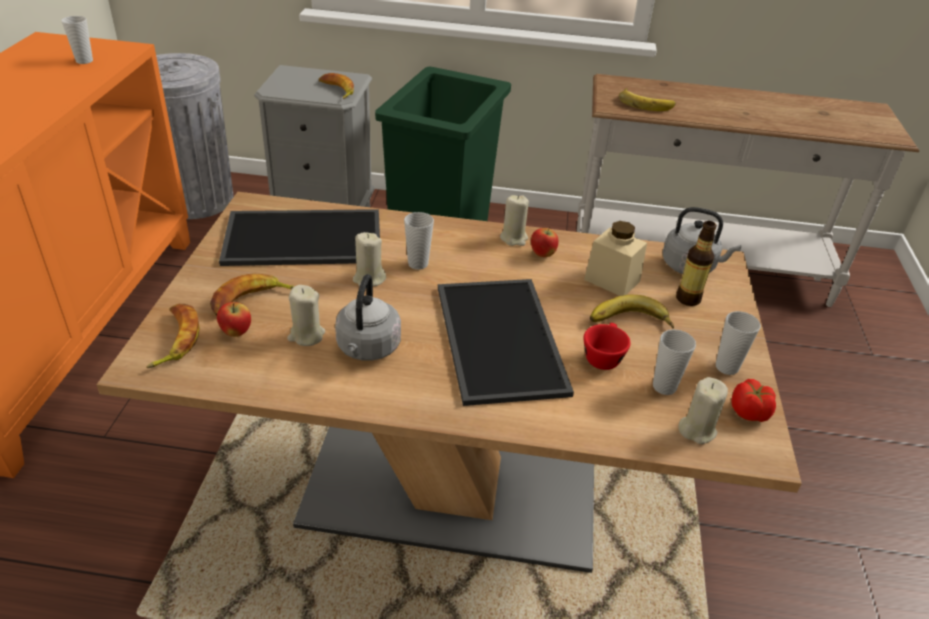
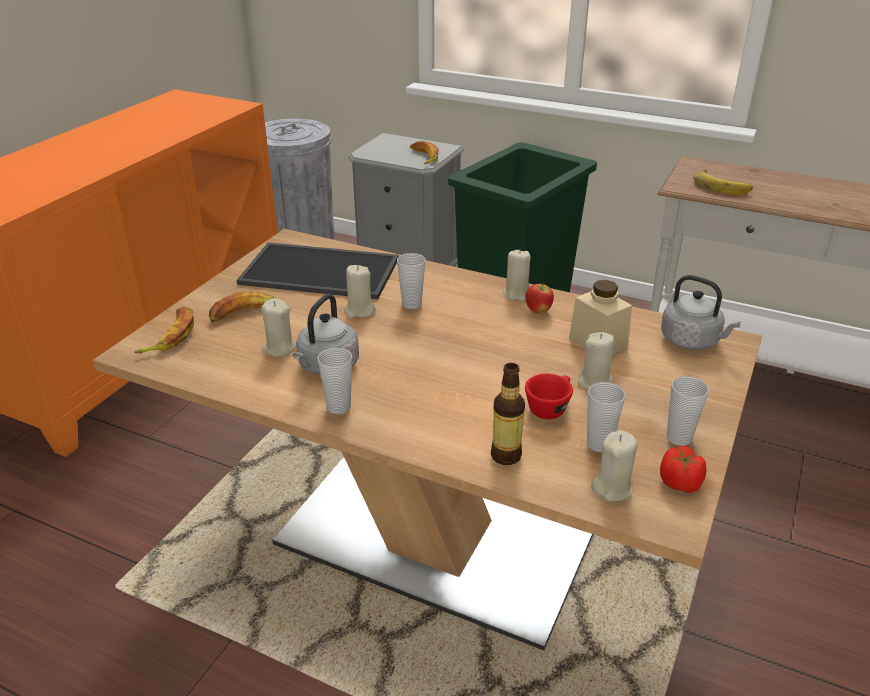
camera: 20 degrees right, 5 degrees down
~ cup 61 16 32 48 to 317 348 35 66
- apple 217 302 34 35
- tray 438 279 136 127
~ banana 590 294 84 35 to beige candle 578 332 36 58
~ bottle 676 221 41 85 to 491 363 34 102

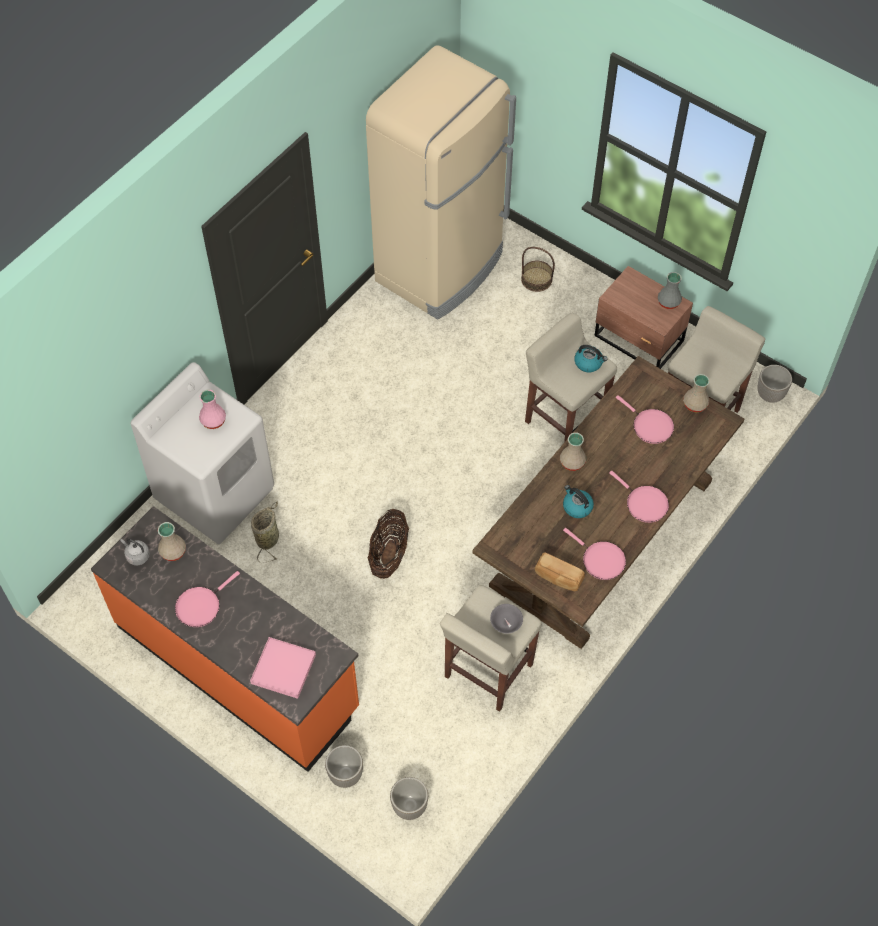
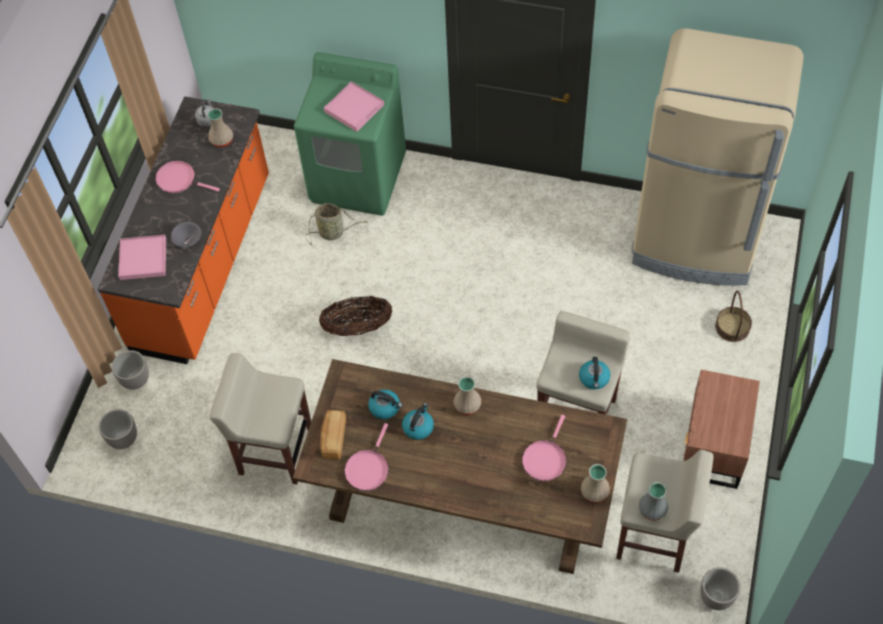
camera: 70 degrees right, 0 degrees up
~ white washing machine 131 362 143 182 to green washing machine 294 52 112 164
~ pink vase 199 389 27 40 to pink tray 324 82 60 50
~ grey bowl 490 604 33 30 to 171 222 30 25
- pink frying pan 609 471 60 52
~ grey vase 658 272 24 37 to 639 482 29 39
+ kettle 368 389 35 30

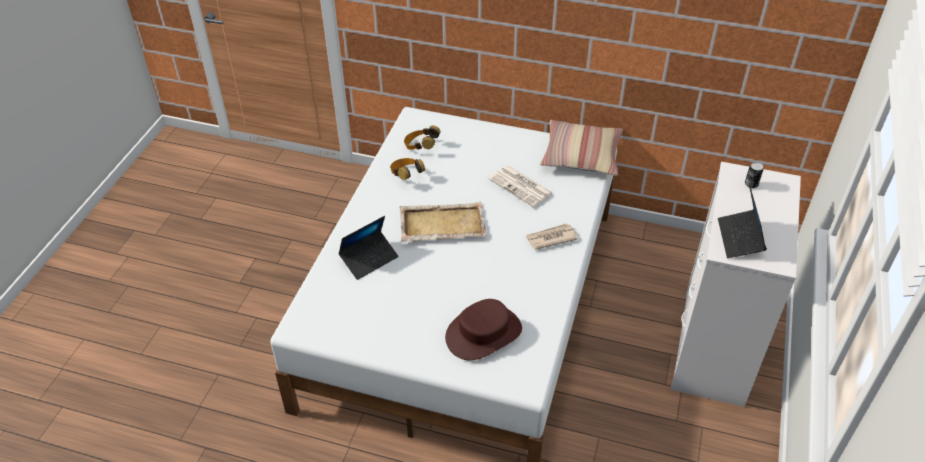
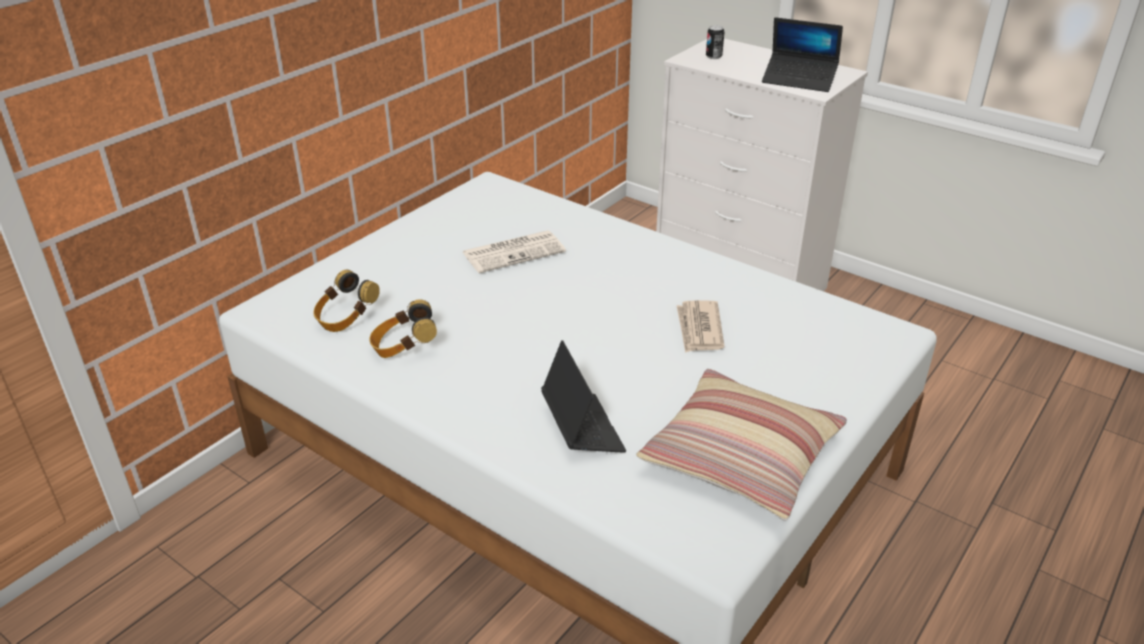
camera: 70 degrees left, 10 degrees down
- beige tray 400 202 87 40
- brown hat 445 299 77 61
~ newspaper 526 223 52 27 to 677 300 48 53
~ pillow 540 120 83 56 to 636 369 211 151

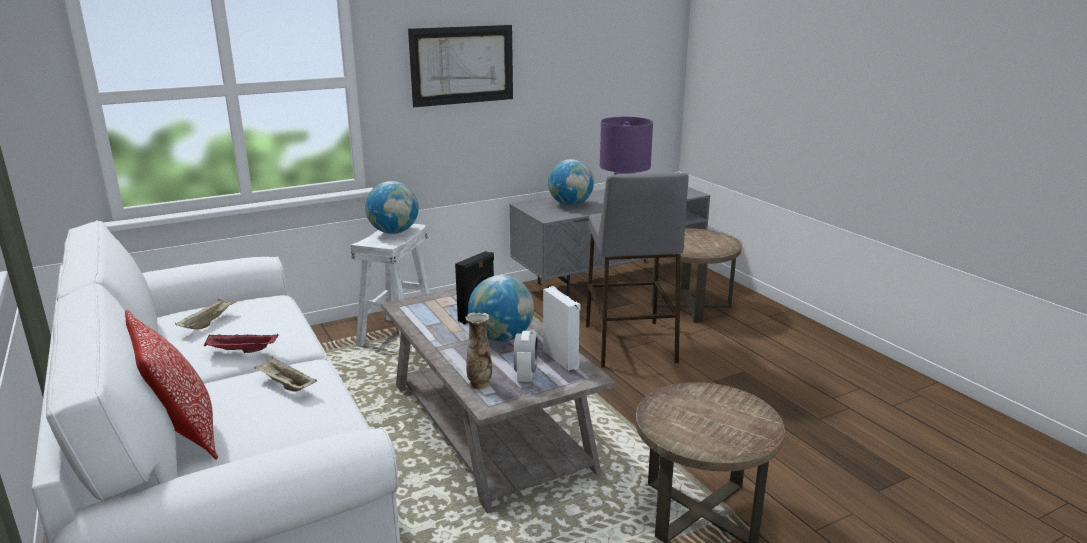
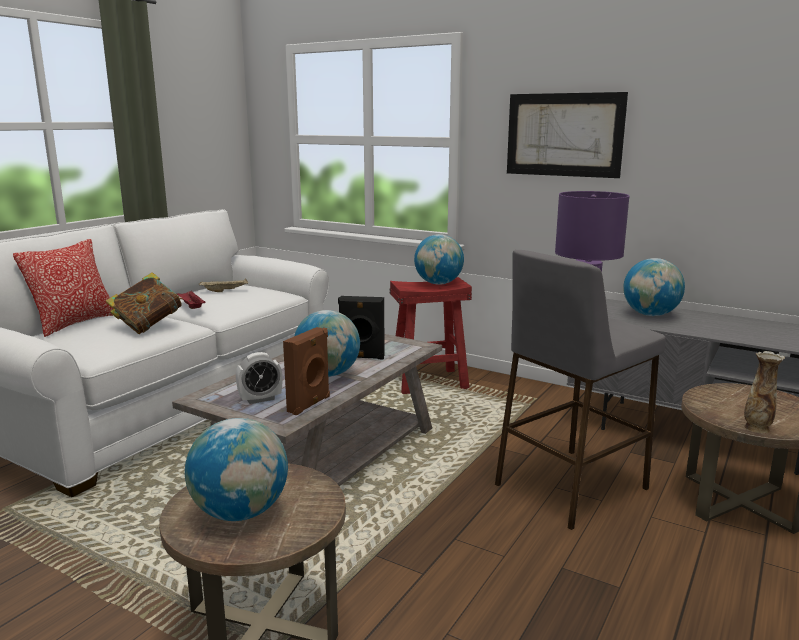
camera: 60 degrees right, 5 degrees down
~ beige tray 254 357 63 35 to book 106 272 77 62
~ white stool 351 224 80 126 to red stool 389 277 83 117
~ vase 465 312 27 77 to 744 351 41 82
~ white speaker 543 286 38 85 to brown speaker 283 327 47 89
+ globe 185 418 103 103

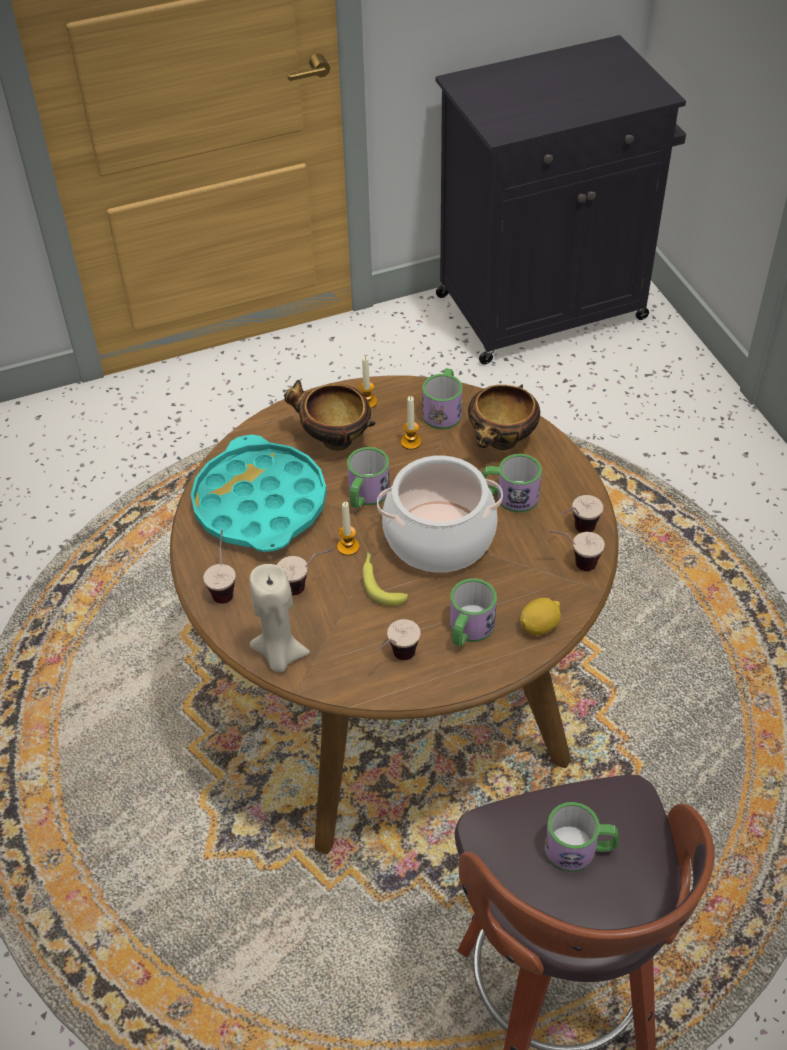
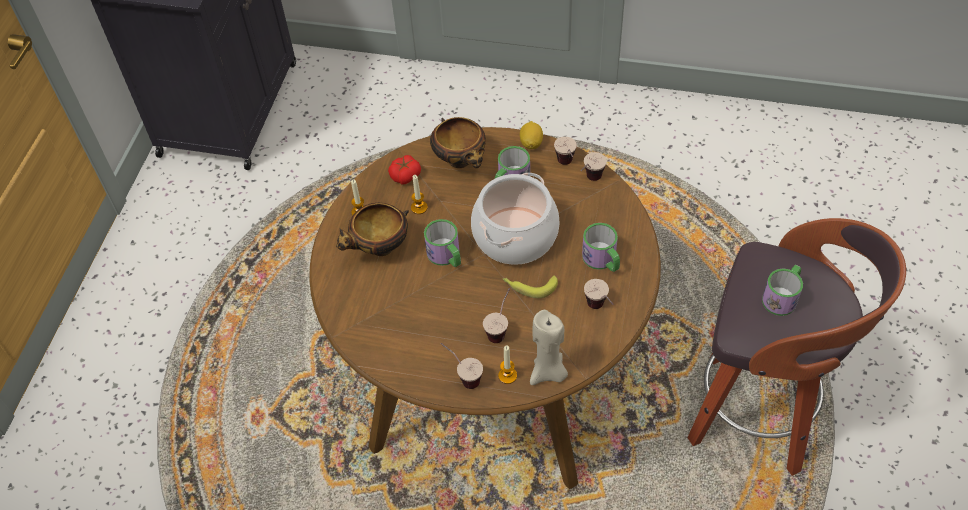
camera: 55 degrees left, 5 degrees up
- turquoise tray 191 435 135 117
~ candle 337 502 23 54 to 498 345 19 39
~ mug 422 368 40 61 to tomato 388 155 33 30
~ lemon 520 598 41 37 to 520 121 23 28

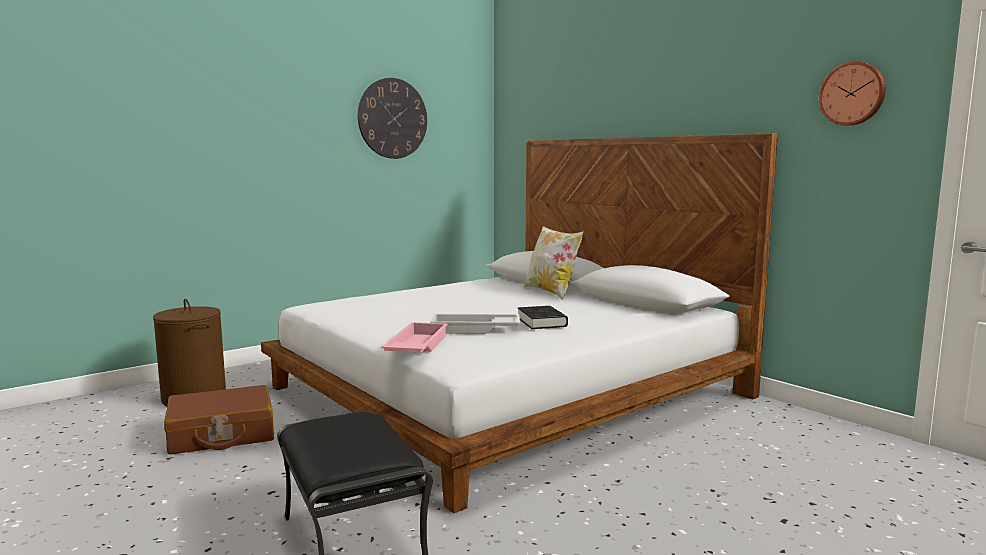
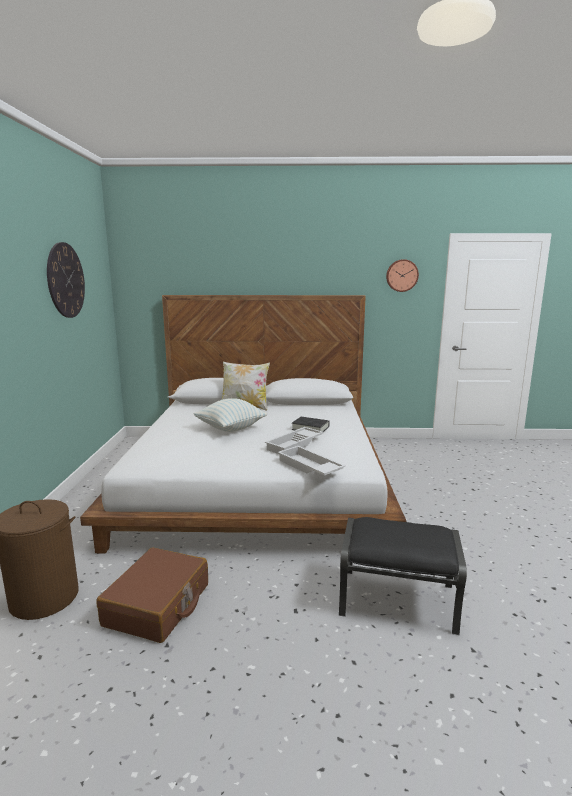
camera: 50 degrees left, 5 degrees up
~ pink tray 381 322 67 31 to white tray 277 446 69 29
+ pillow 193 398 74 34

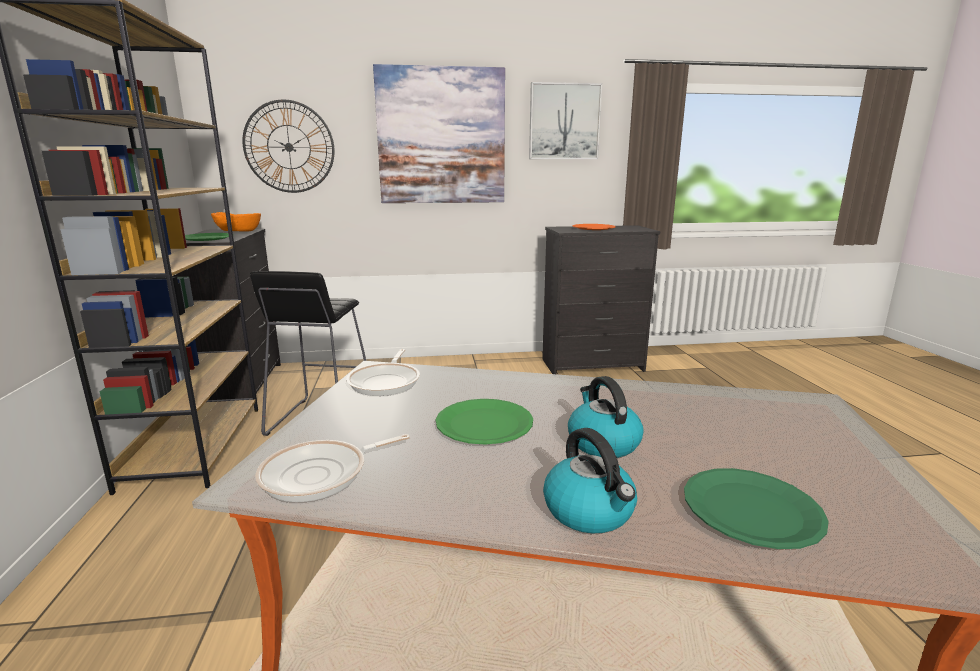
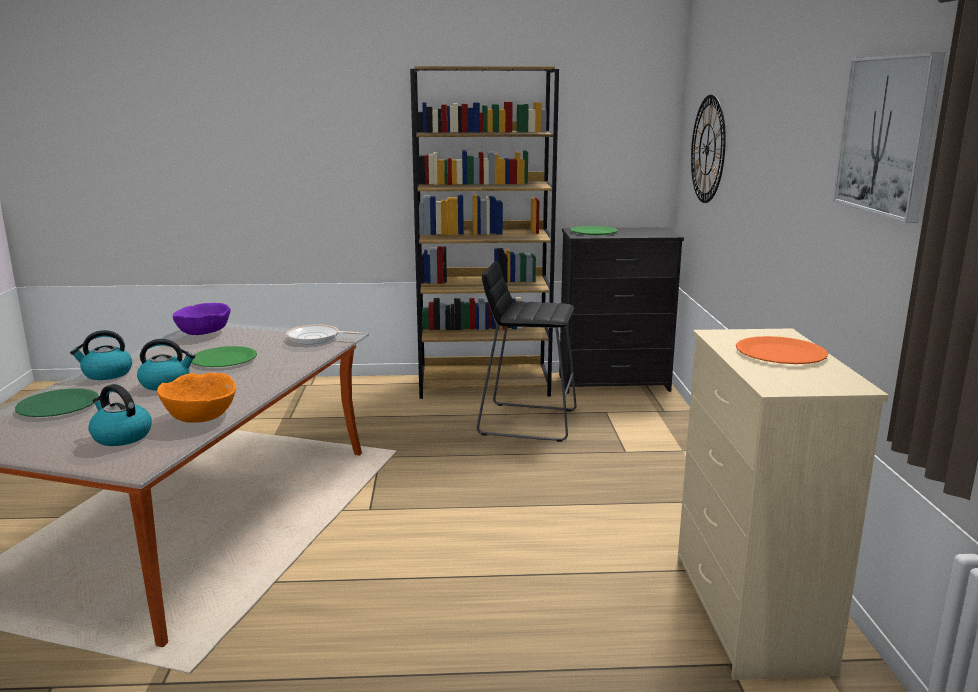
camera: 95 degrees right, 0 degrees up
~ orange bowl 211 212 50 20 to 157 372 79 51
~ frying pan 255 434 155 68 to purple bowl 172 303 59 32
- picture 373 64 132 139
~ black dresser 542 225 119 149 to beige dresser 677 328 212 352
+ kettle 88 384 64 62

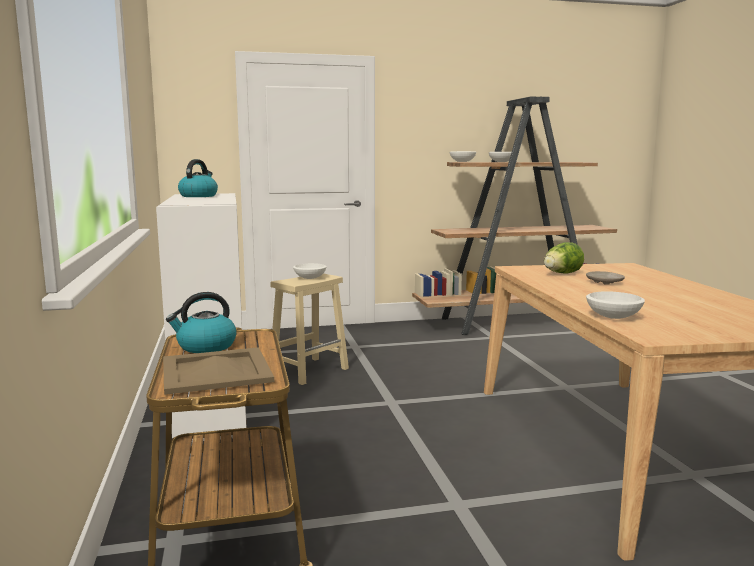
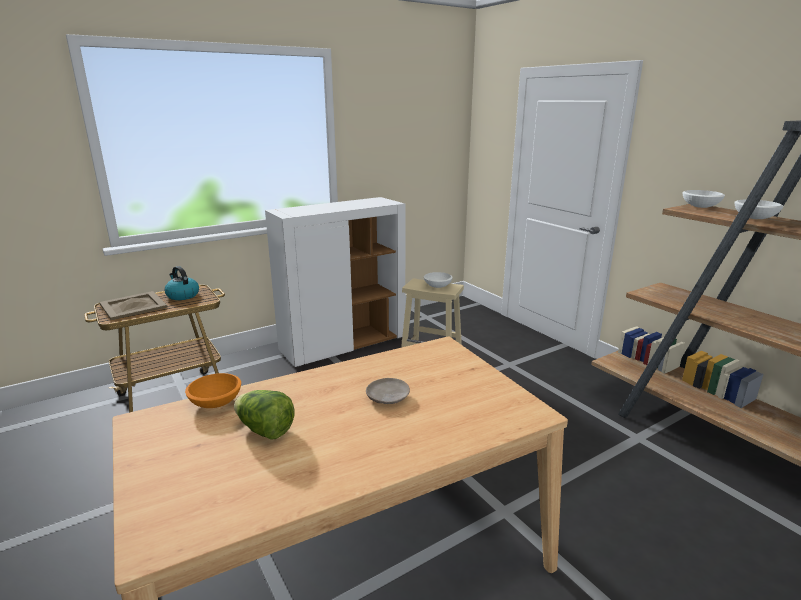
camera: 70 degrees right, 10 degrees up
- kettle 178 159 40 38
~ lettuce 544 242 40 32 to 234 390 61 50
~ white bowl 586 291 59 28 to orange bowl 185 373 56 35

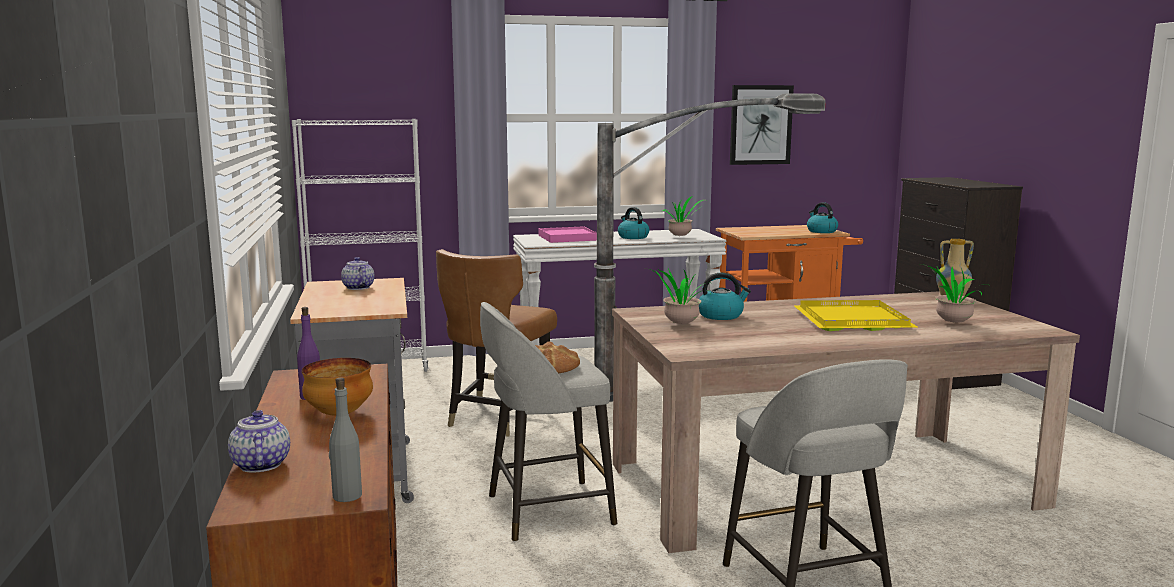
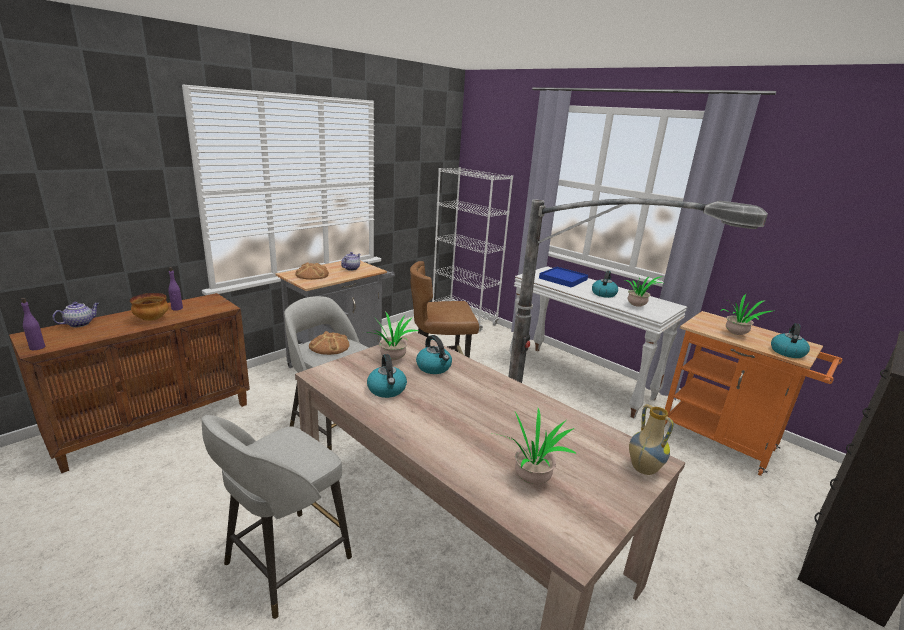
camera: 55 degrees right, 10 degrees up
~ grey bottle 329 377 33 125 to purple bottle 21 298 24 52
~ pink tray 539 226 58 17 to blue tray 539 267 49 20
- picture 730 85 64 80
- yellow tray 793 300 126 31
+ bread 295 263 34 17
+ kettle 367 354 40 44
+ potted plant 720 294 55 41

